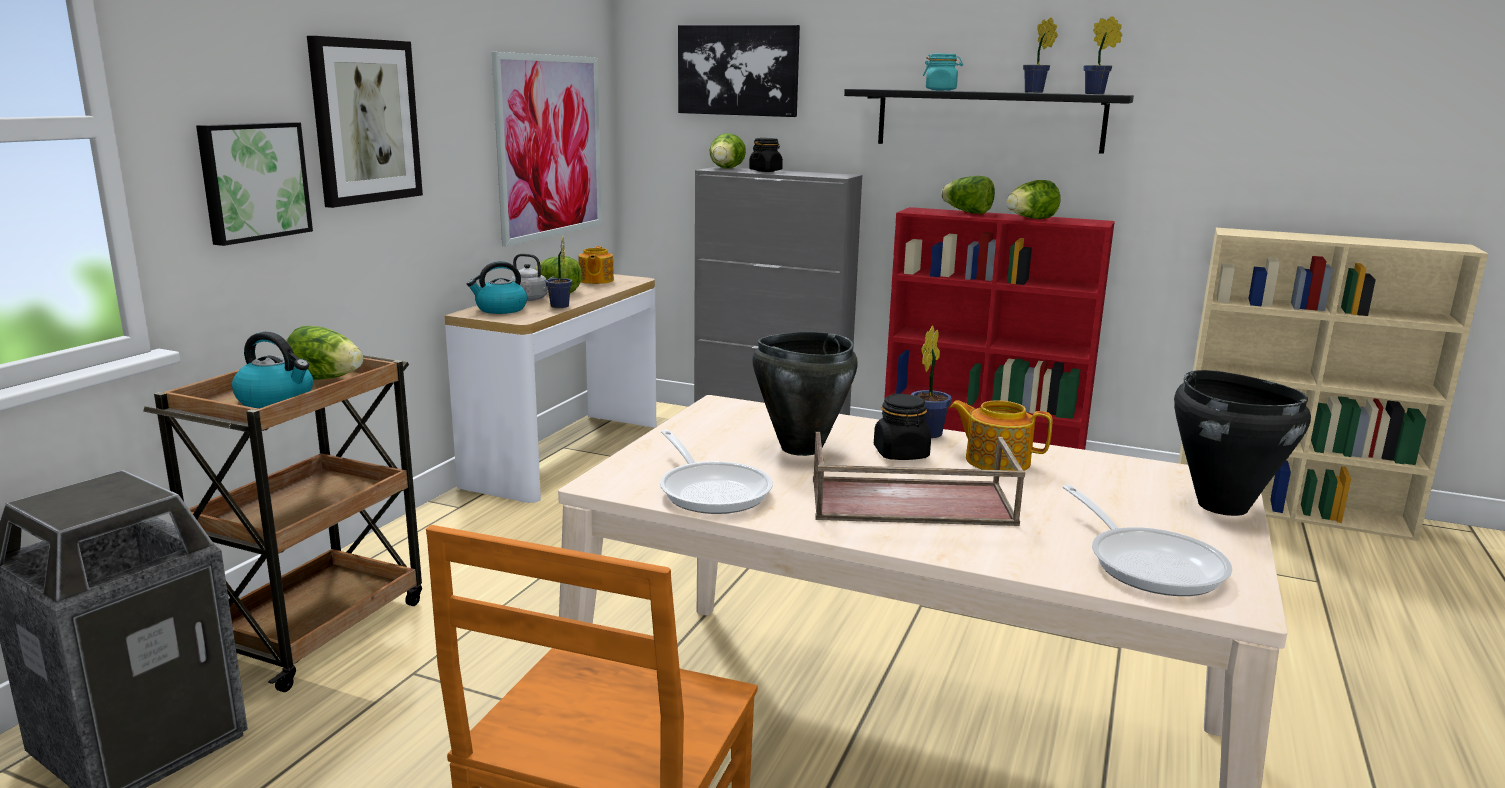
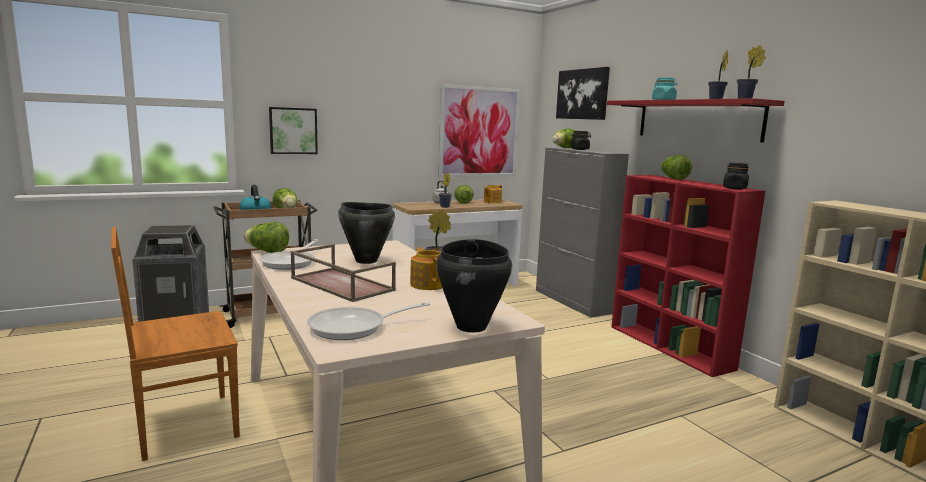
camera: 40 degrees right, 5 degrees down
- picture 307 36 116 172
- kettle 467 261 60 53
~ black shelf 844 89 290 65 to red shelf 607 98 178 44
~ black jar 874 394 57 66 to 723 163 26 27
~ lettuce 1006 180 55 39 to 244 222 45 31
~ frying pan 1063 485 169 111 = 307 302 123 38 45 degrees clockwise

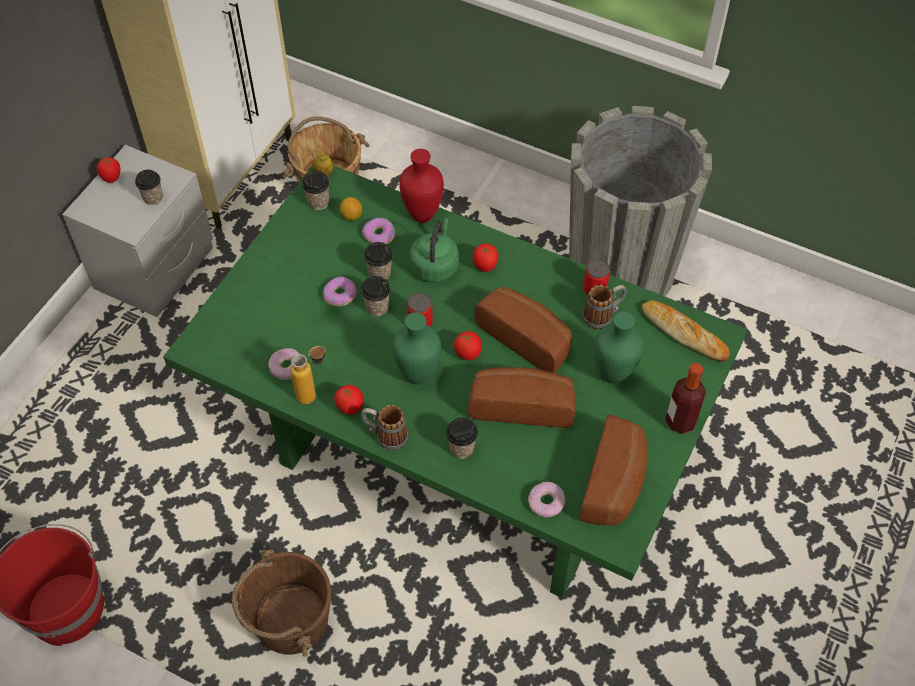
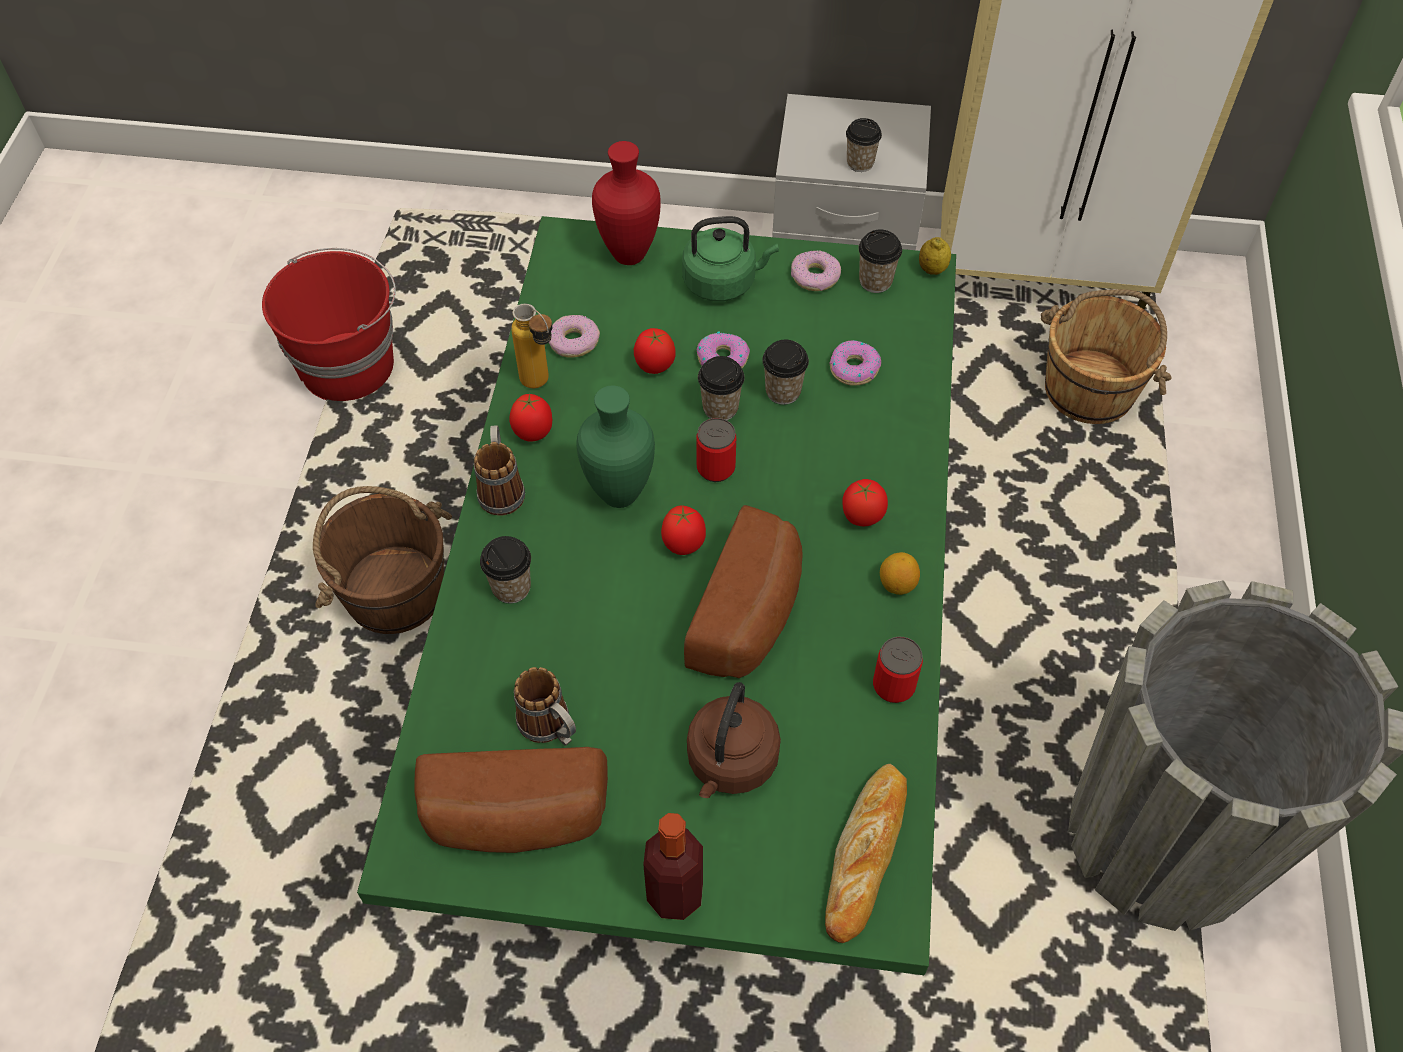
camera: 70 degrees right, 0 degrees up
~ tomato 97 157 23 26 to 634 328 42 46
~ lemon 340 197 22 24 to 880 552 40 43
~ red vase 399 149 45 74 to 592 141 69 124
~ green kettle 410 218 49 64 to 682 216 97 85
- bread 468 367 107 61
~ donut 528 482 37 35 to 791 250 50 41
~ mug 583 285 44 44 to 514 667 62 79
~ green vase 594 311 50 73 to brown kettle 687 682 94 116

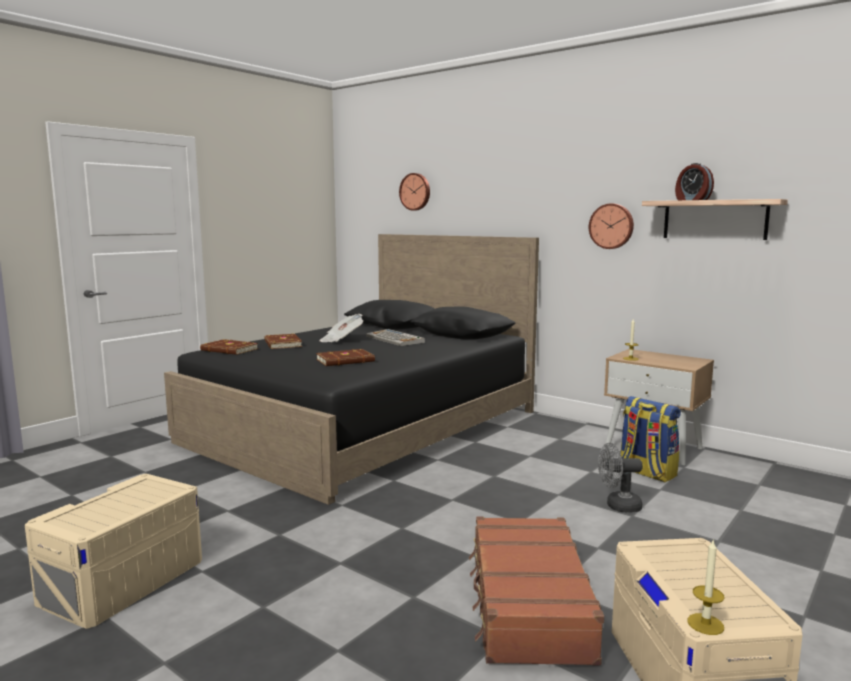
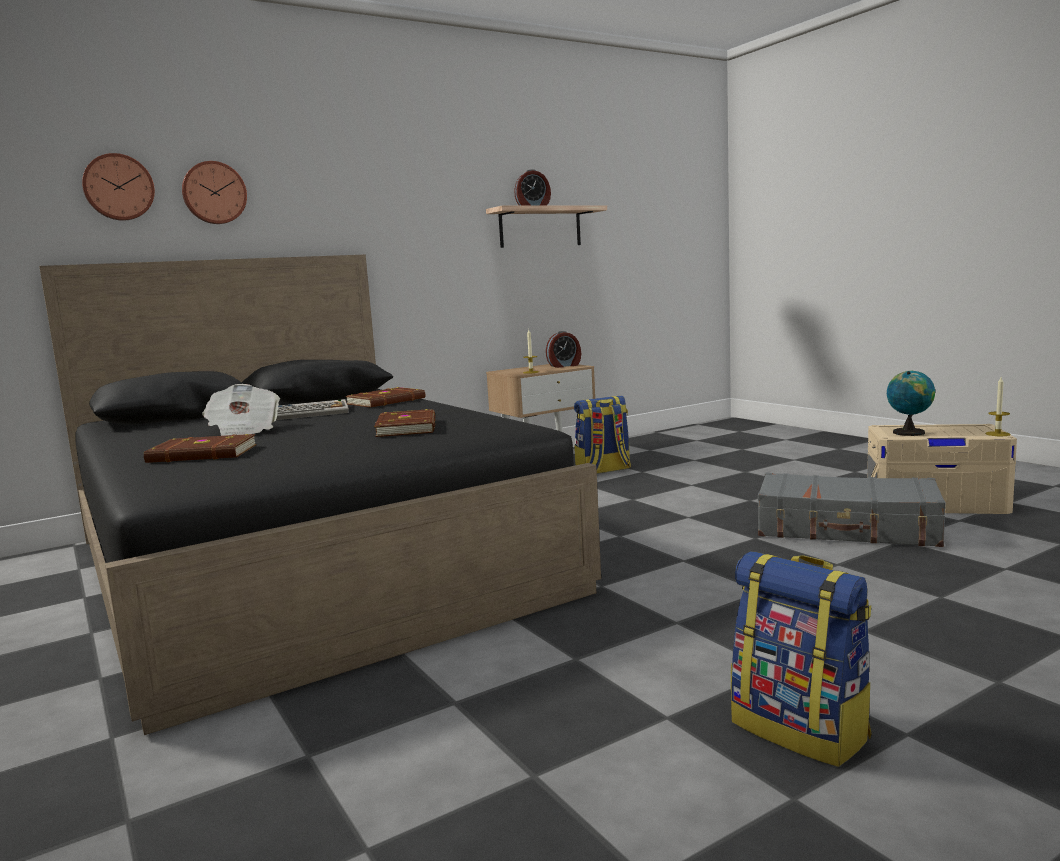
camera: 70 degrees left, 0 degrees up
~ beige storage box 25 474 177 155 to backpack 731 552 141 215
~ brown book 200 339 58 16 to 346 387 79 21
~ brown suitcase 469 517 135 149 to grey suitcase 758 473 188 74
~ wall clock 589 203 45 46 to 182 161 65 63
- grey fan 598 443 45 70
+ alarm clock 546 331 35 37
+ globe 887 371 48 65

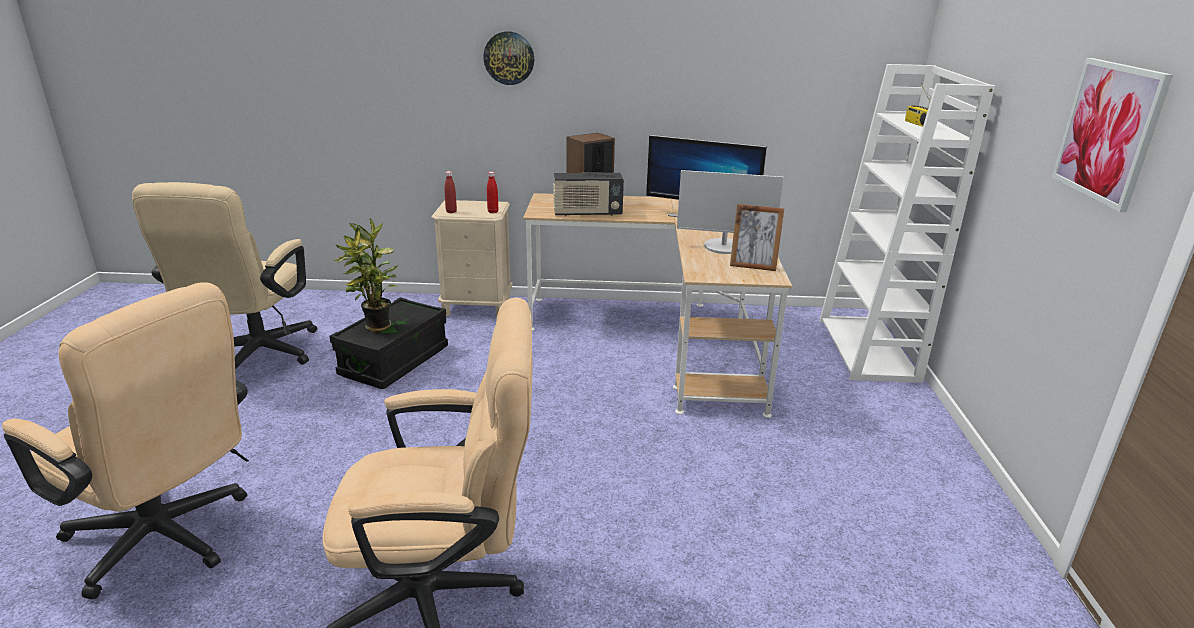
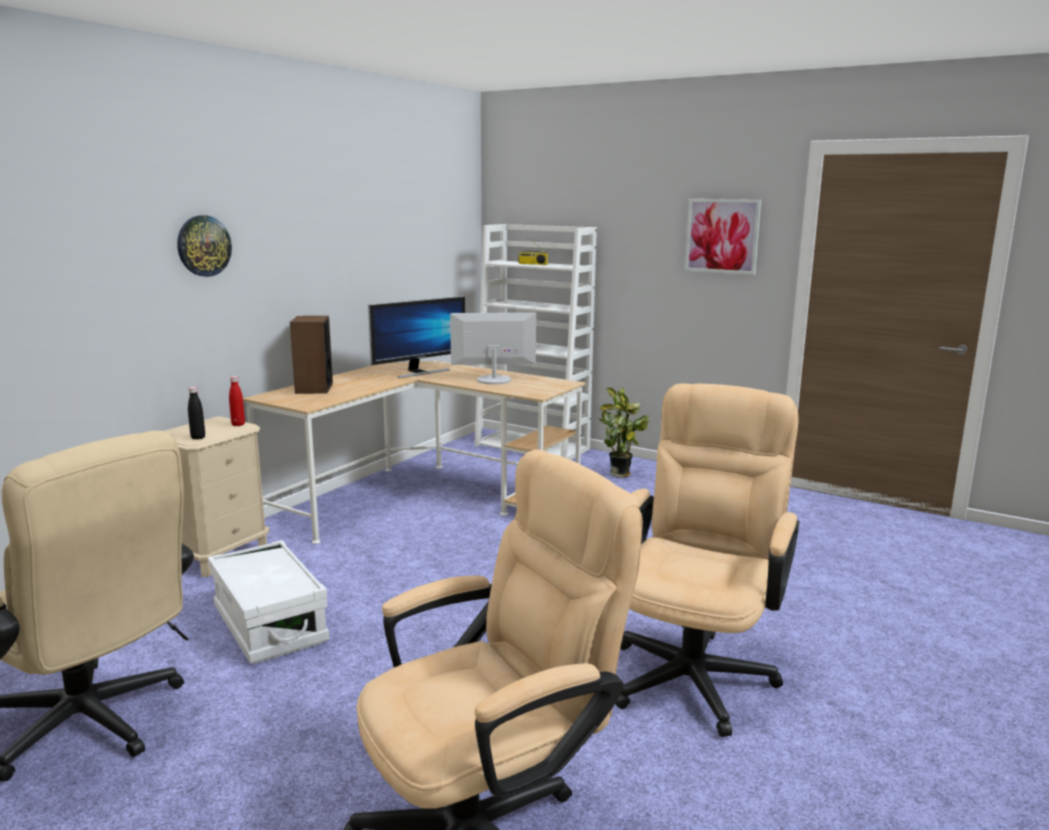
camera: 60 degrees left, 10 degrees down
~ black storage box 330 297 118 92 to white storage box 208 540 121 124
~ potted plant 334 218 64 114 to 599 387 51 91
~ red bottle 444 171 13 42 to black bottle 188 387 17 53
- radio 553 173 71 44
~ monitor 677 170 106 84 = 450 313 86 71 135 degrees counterclockwise
- picture frame 730 204 54 67

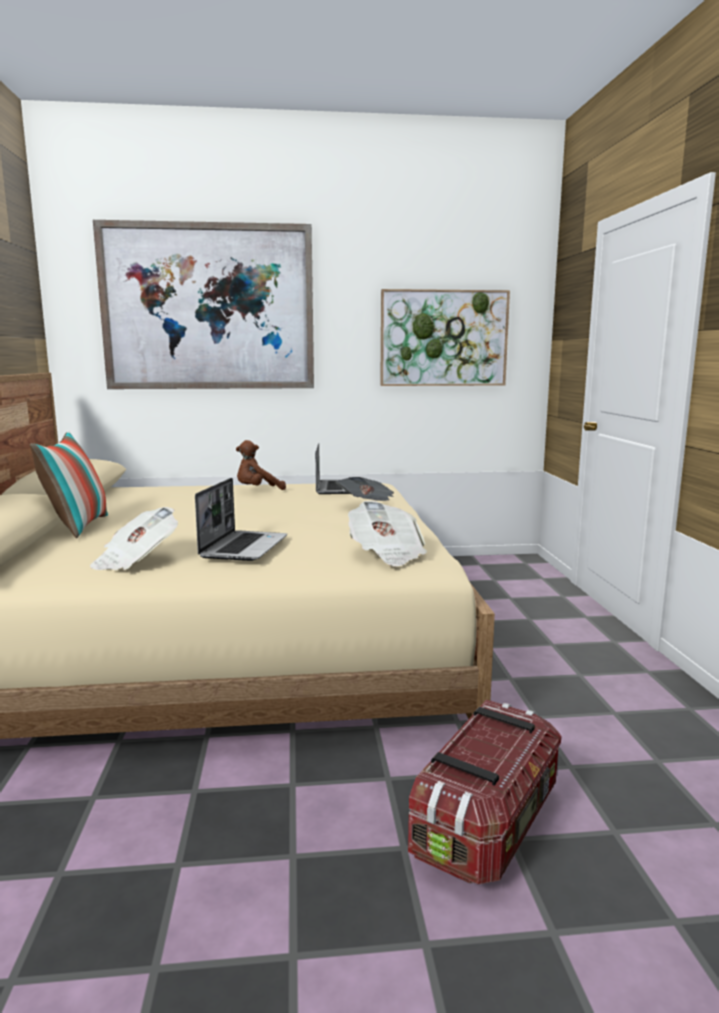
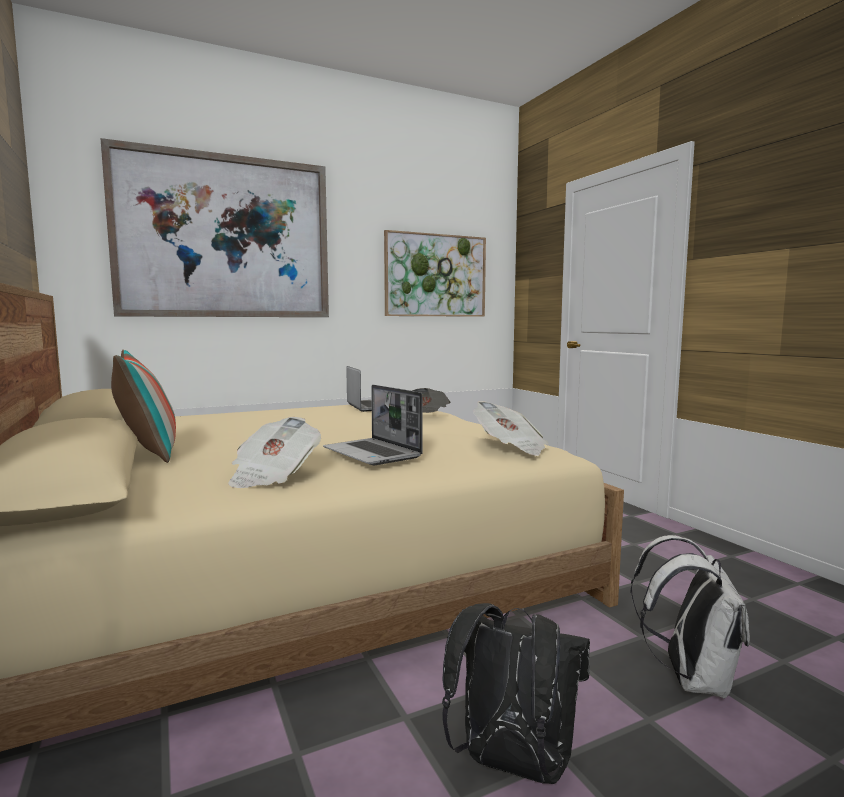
camera: 20 degrees left, 5 degrees down
~ laptop 195 478 92 83 = 323 385 100 80 150 degrees clockwise
- brown plush toy 236 440 50 50
~ storage box 408 700 154 184 to white backpack 630 535 120 164
+ black backpack 442 603 148 181

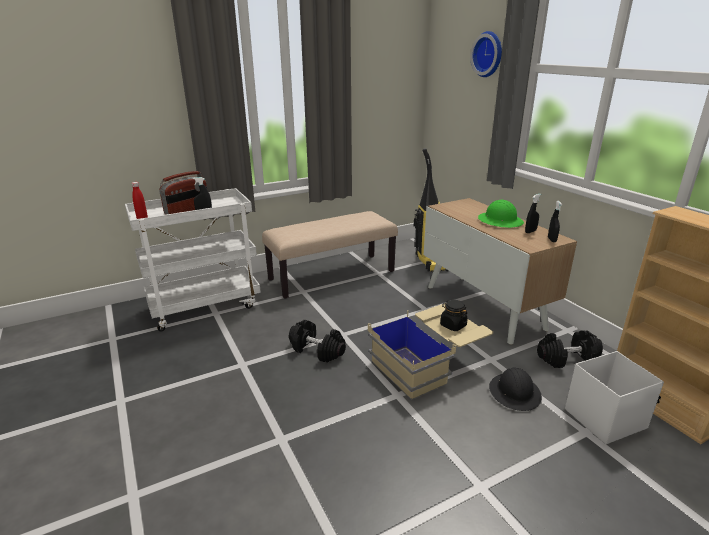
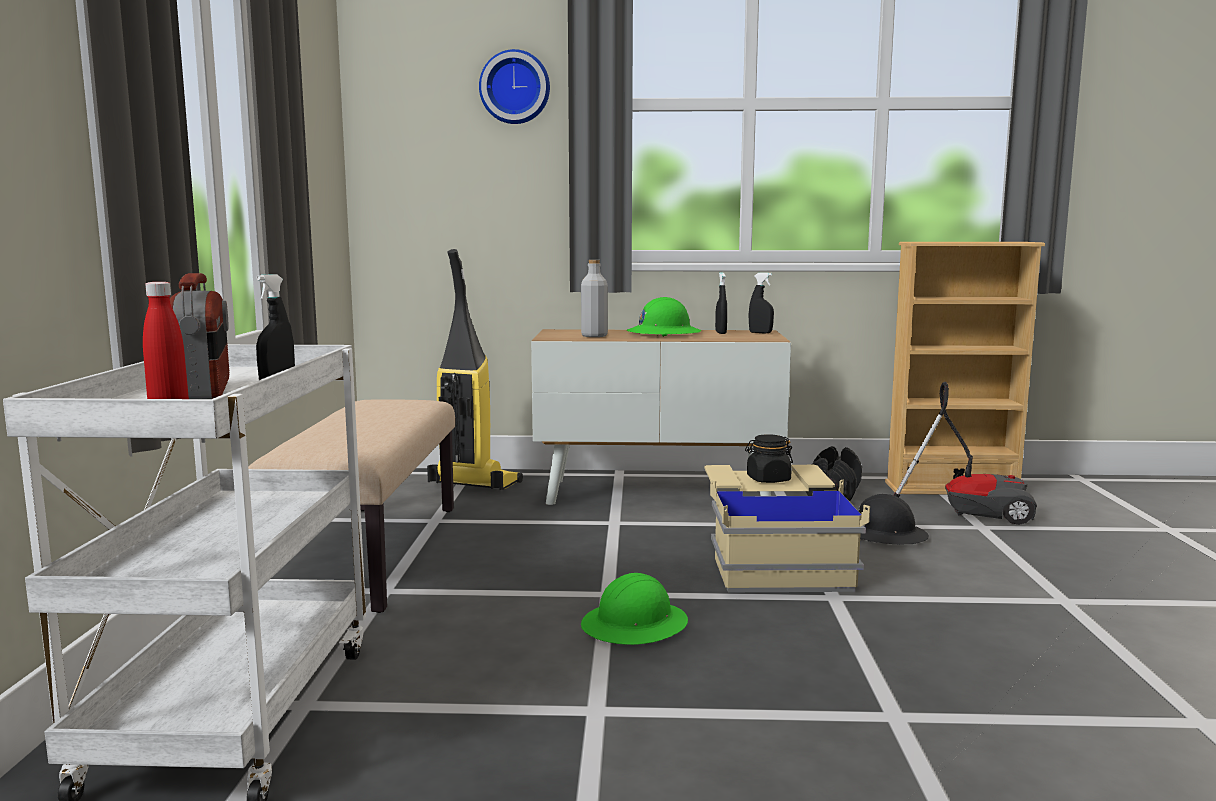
camera: 60 degrees left, 15 degrees down
~ black dumbbell 289 320 57 43 to green hard hat 581 573 107 72
~ white storage box 565 351 99 93 to vacuum cleaner 894 382 143 143
+ grey bottle 581 260 27 77

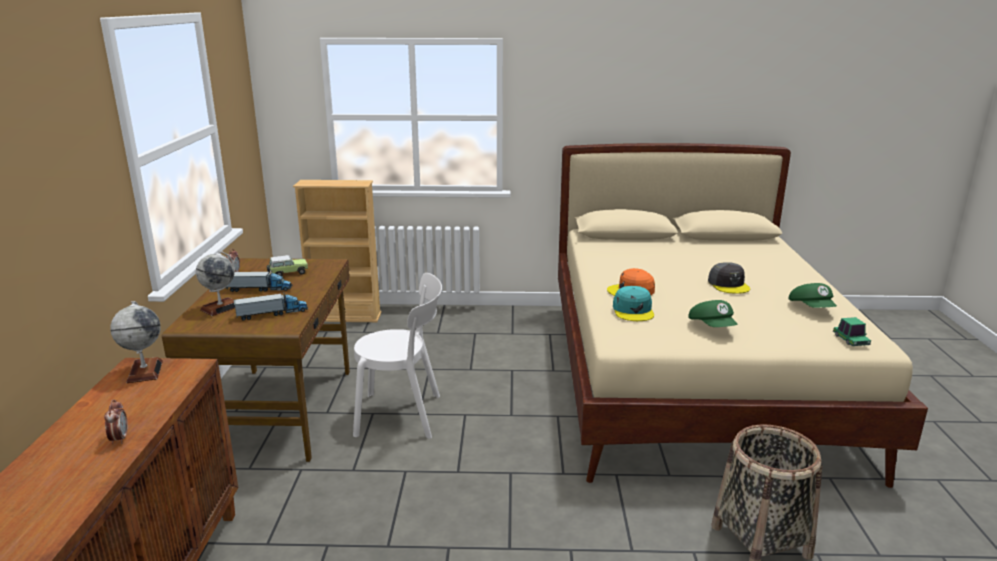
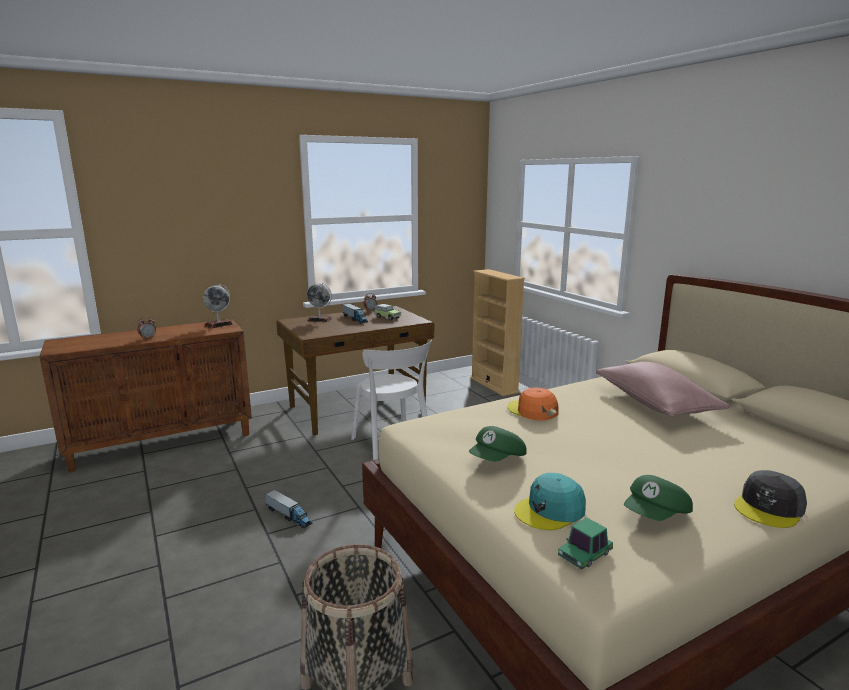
camera: 60 degrees right, 5 degrees down
~ toy truck 234 292 74 29 to 265 490 47 38
~ turquoise cap 613 286 41 35 to 514 473 72 57
~ grey cap 708 262 42 32 to 734 470 73 58
+ pink pillow 596 362 134 55

